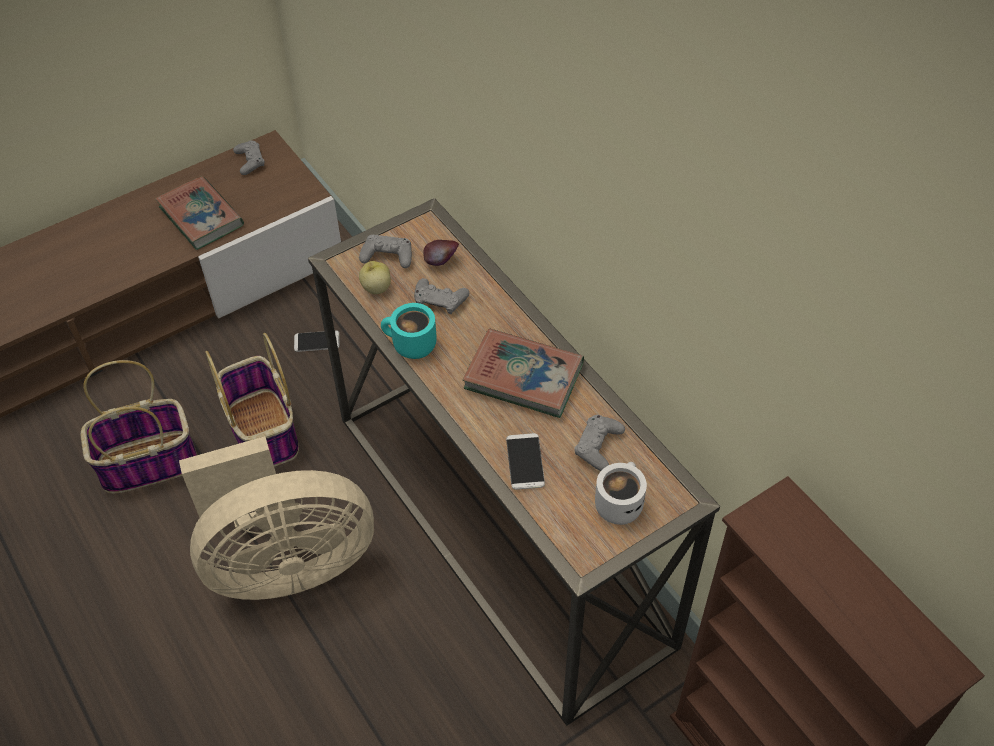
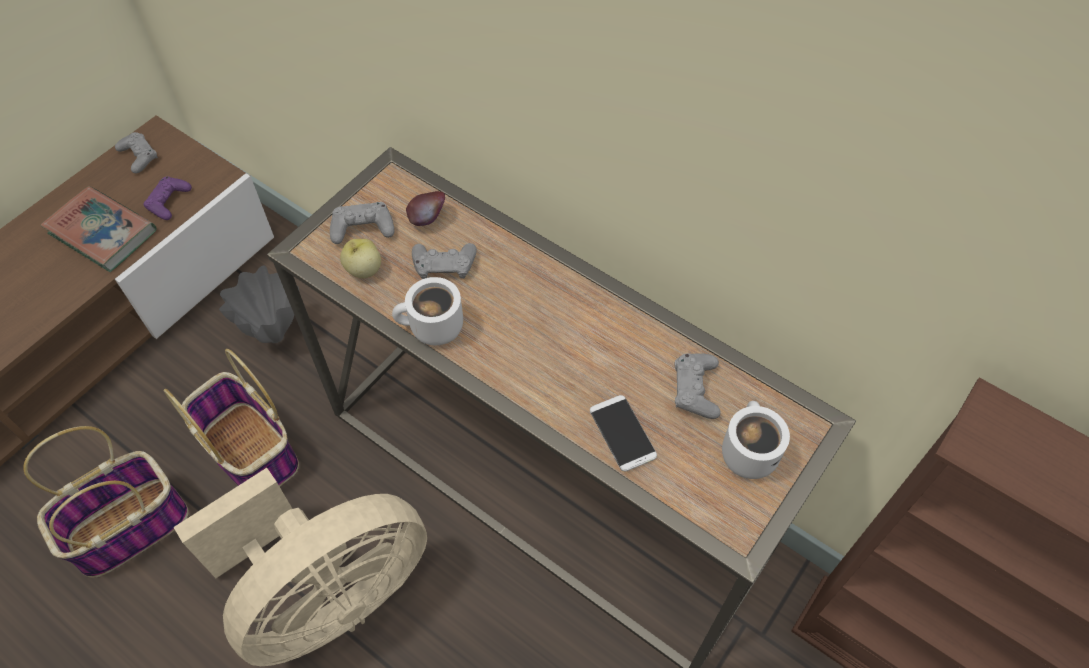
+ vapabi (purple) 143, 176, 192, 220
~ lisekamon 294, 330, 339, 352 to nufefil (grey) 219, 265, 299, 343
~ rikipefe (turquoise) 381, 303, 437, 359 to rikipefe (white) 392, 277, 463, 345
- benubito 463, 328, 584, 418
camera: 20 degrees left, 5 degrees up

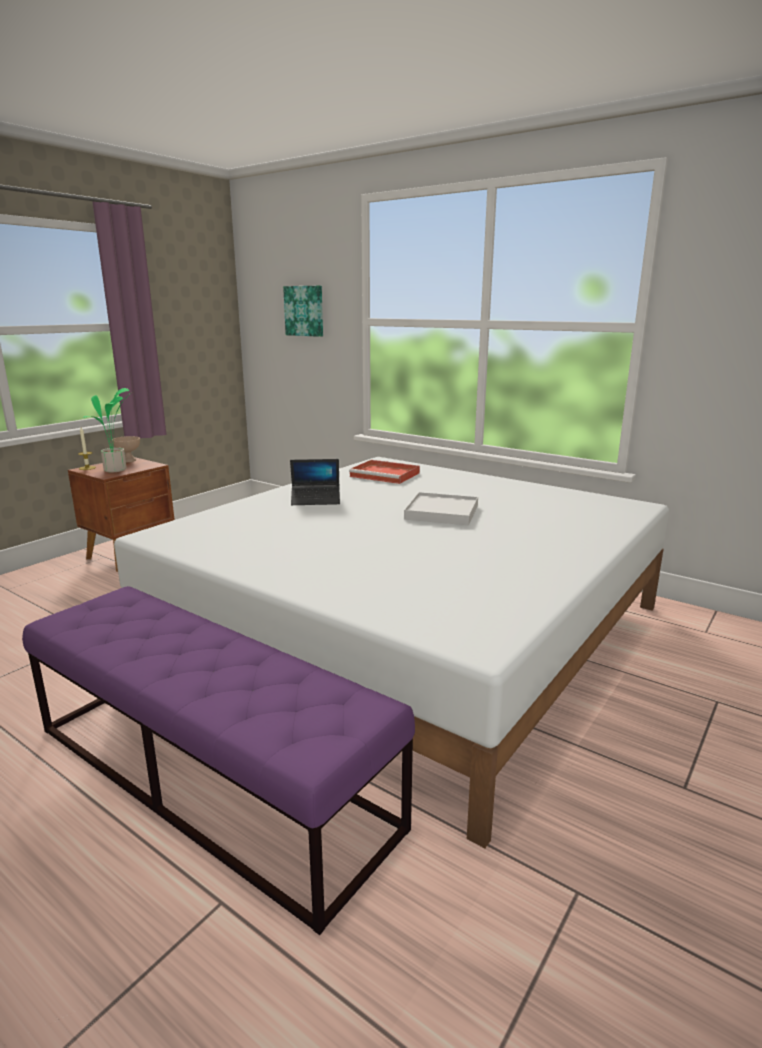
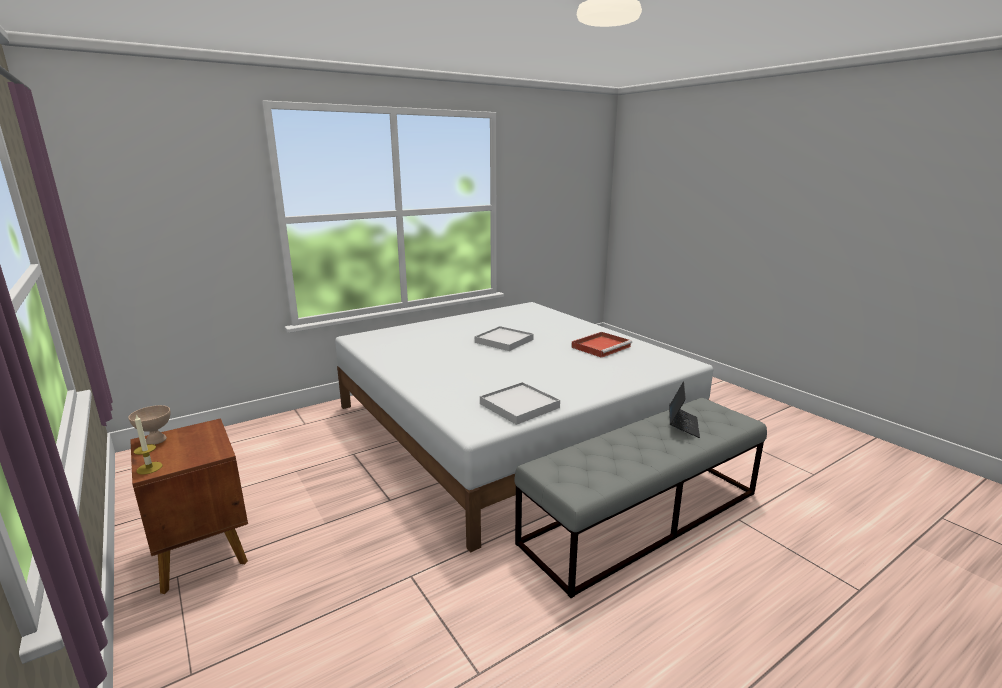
+ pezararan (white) 480, 382, 560, 425
~ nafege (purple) 22, 586, 415, 935 to nafege (grey) 514, 398, 767, 598
~ pezararan (red) 349, 460, 420, 484 to 571, 332, 632, 358
~ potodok 290, 459, 340, 505 to 669, 381, 700, 438
- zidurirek 83, 388, 132, 472
- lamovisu 283, 286, 323, 337
camera: 70 degrees left, 0 degrees up

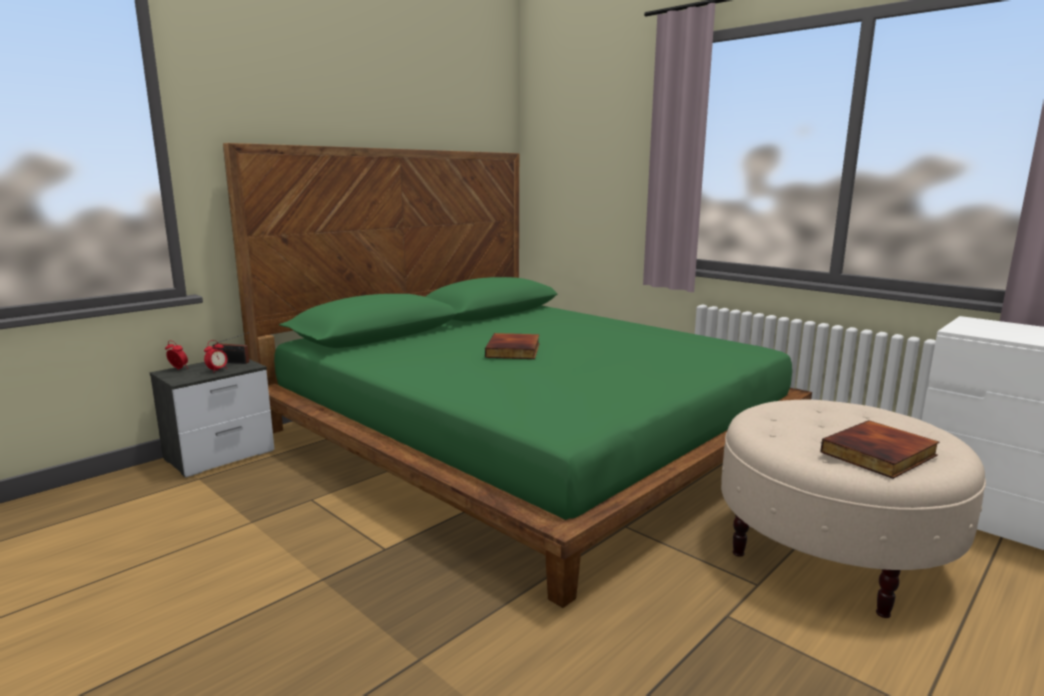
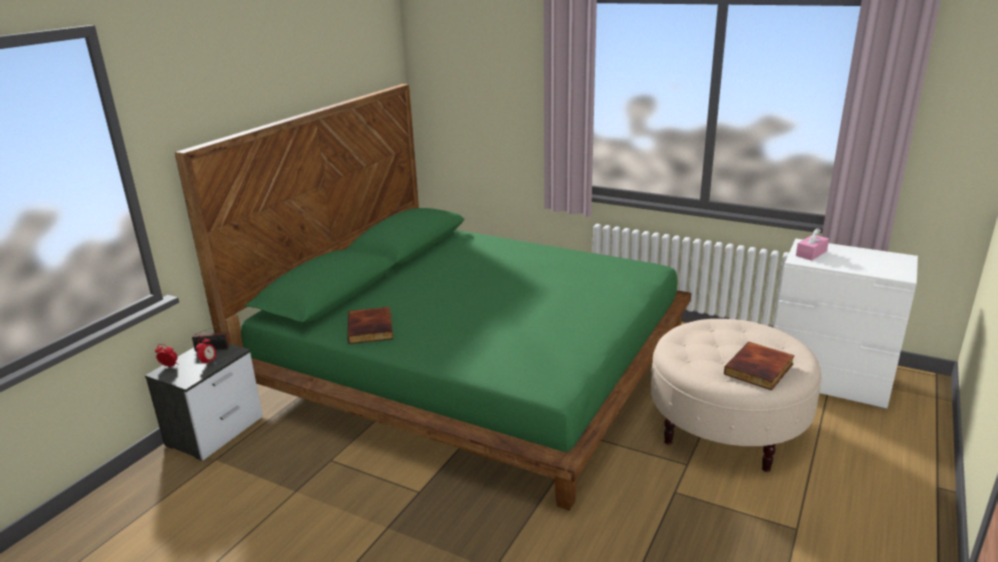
~ benubito 485, 333, 540, 359 to 347, 307, 393, 344
+ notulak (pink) 796, 228, 829, 260
camera: 15 degrees left, 10 degrees up

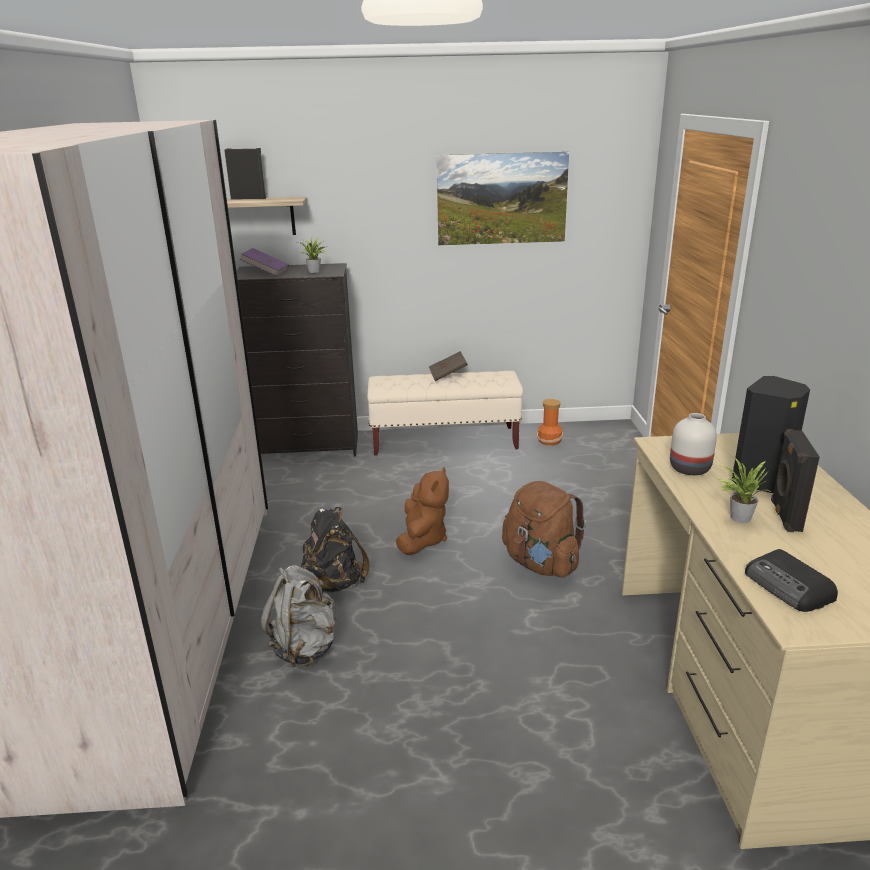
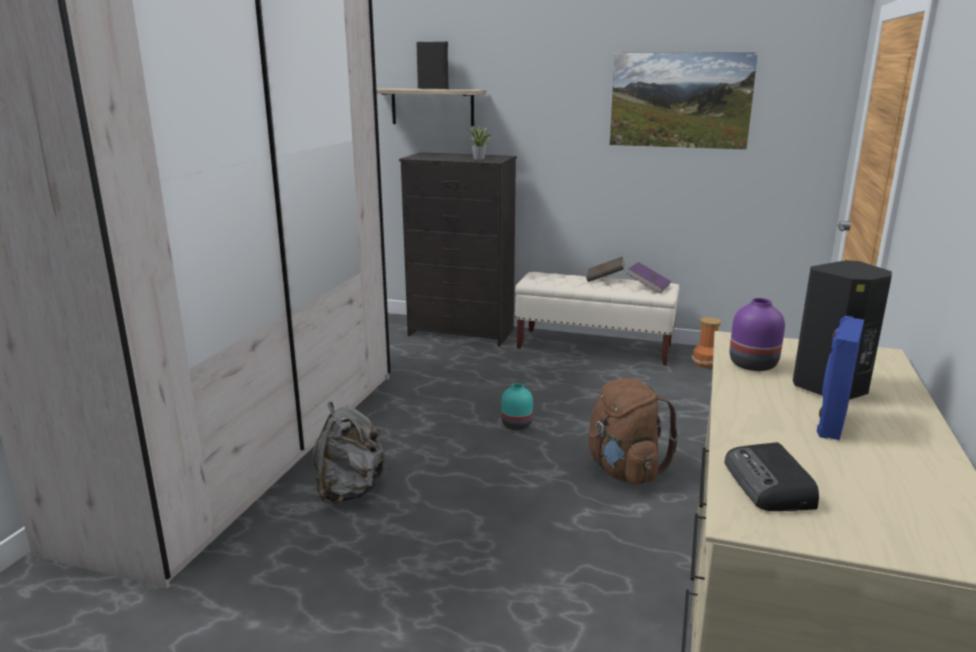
~ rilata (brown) 396, 467, 449, 555 to nufefil (turquoise) 501, 383, 533, 430
~ benubito (purple) 240, 248, 289, 276 to 626, 262, 671, 294
~ nufefil (white) 670, 413, 717, 475 to nufefil (purple) 730, 298, 785, 371
~ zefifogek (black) 771, 429, 820, 532 to zefifogek (blue) 817, 316, 864, 440
- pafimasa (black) 301, 507, 370, 593
- zidurirek 718, 457, 771, 523
camera: 20 degrees right, 5 degrees down

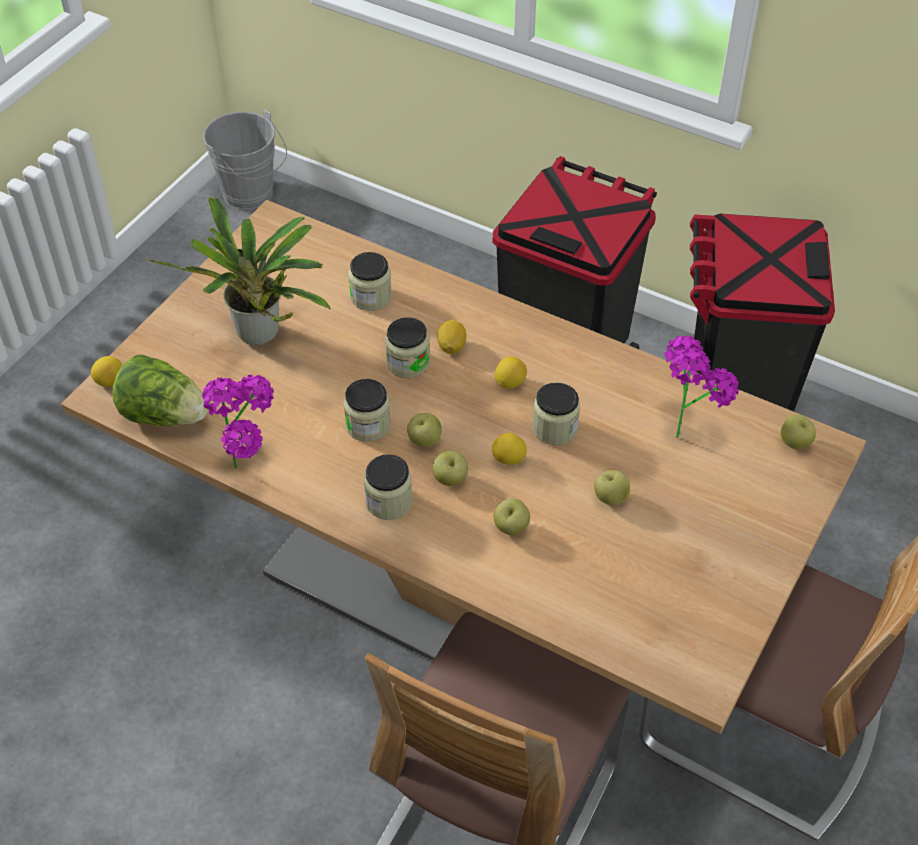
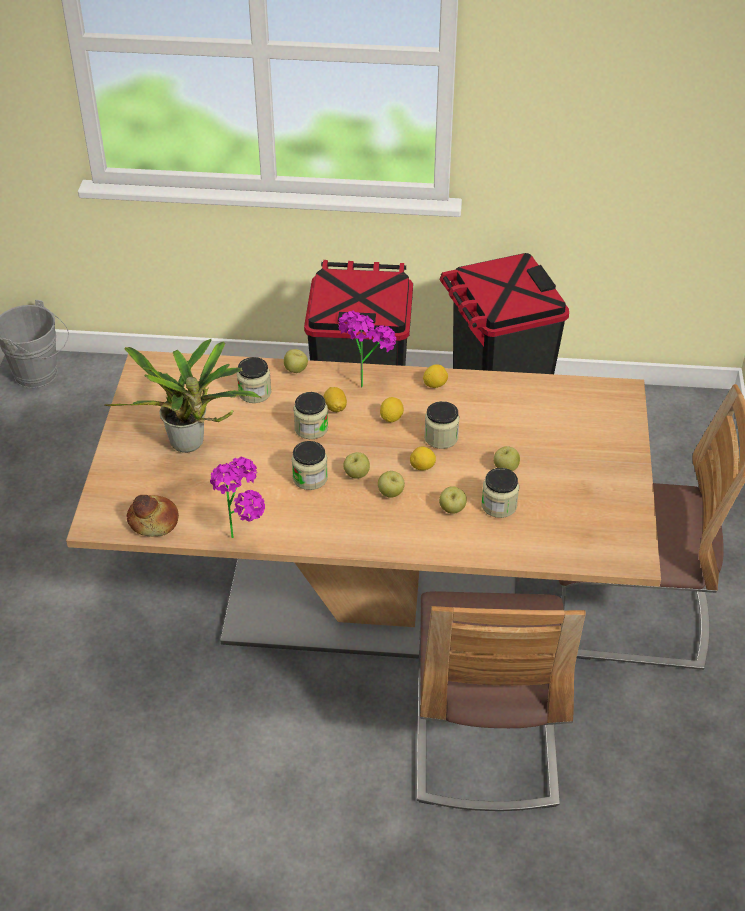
~ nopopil 112, 354, 209, 426 to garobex 127, 495, 179, 537
~ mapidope 781, 415, 816, 449 to 284, 349, 308, 373
~ zidurirek 665, 336, 739, 438 to 338, 311, 397, 387
~ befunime 91, 356, 122, 387 to 423, 364, 448, 388
~ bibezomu 364, 454, 413, 520 to 481, 468, 519, 518
camera: 25 degrees left, 5 degrees down

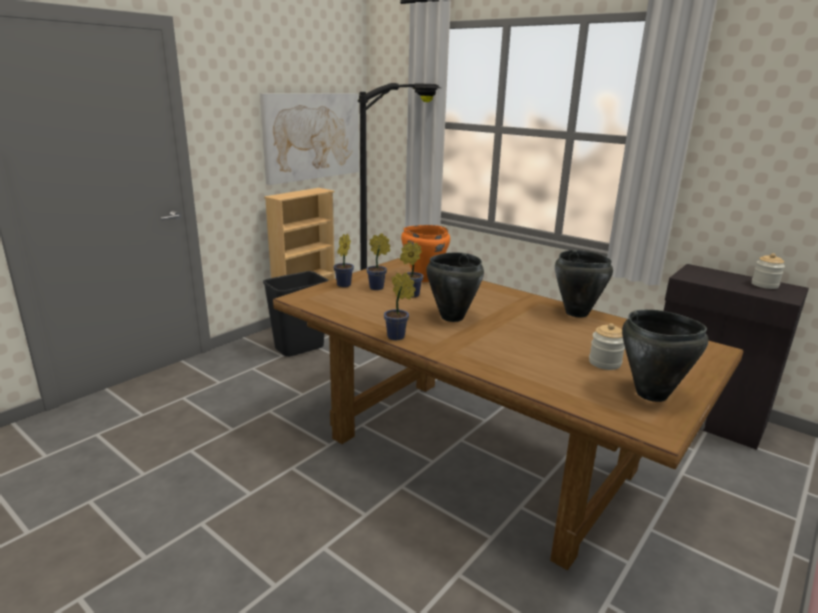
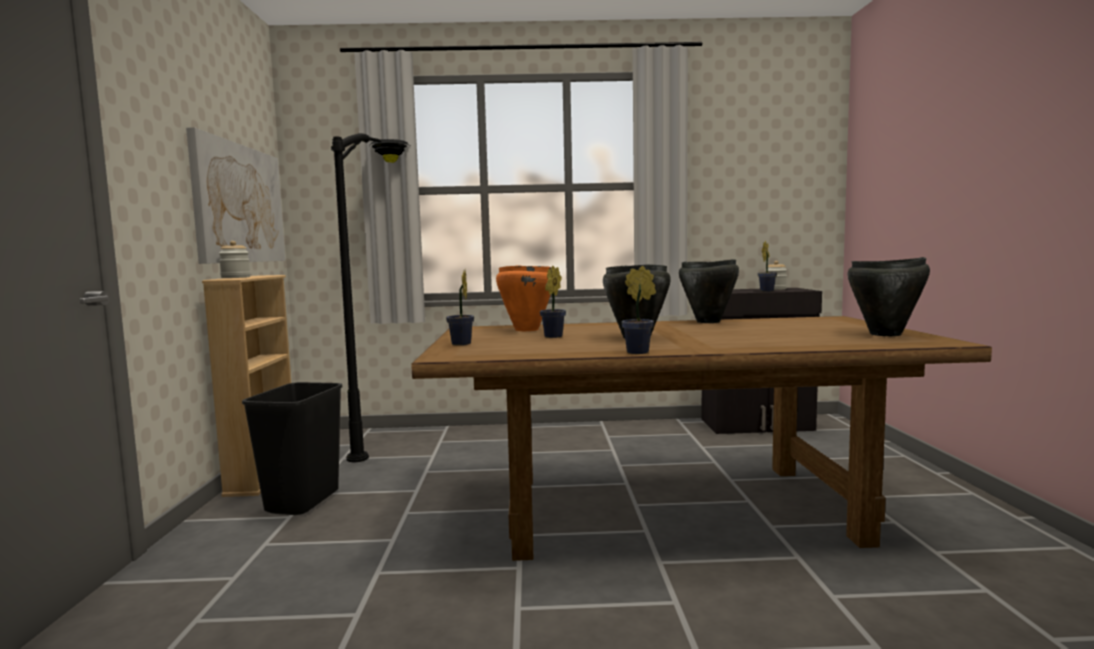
~ bibezomu 589, 323, 625, 370 to 219, 241, 251, 278
~ zidurirek 366, 233, 390, 290 to 758, 241, 777, 292
camera: 40 degrees left, 15 degrees down

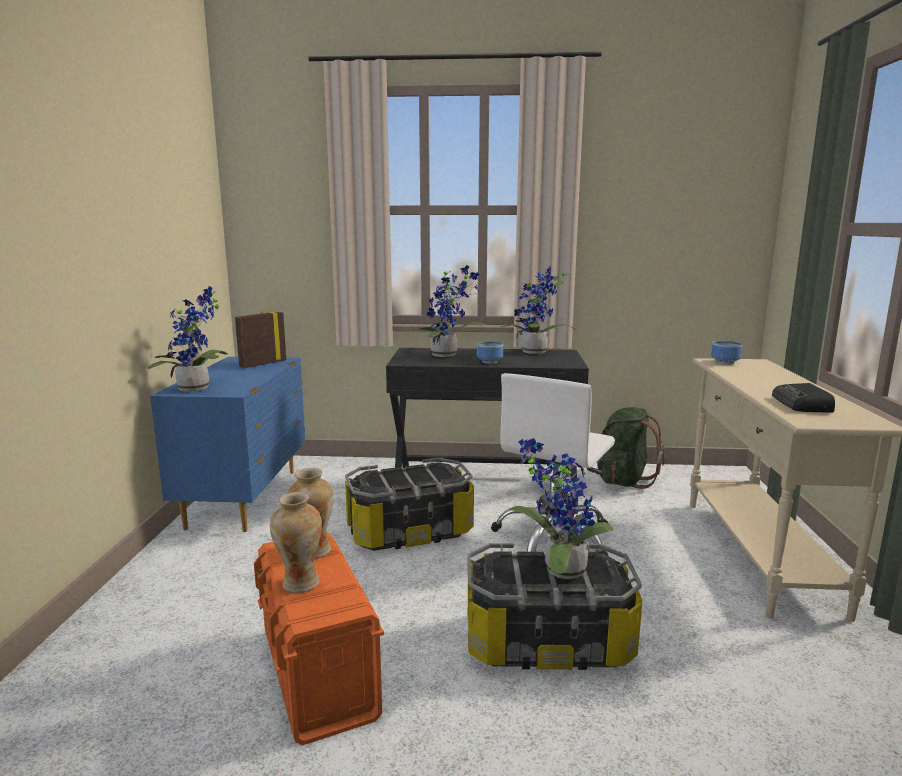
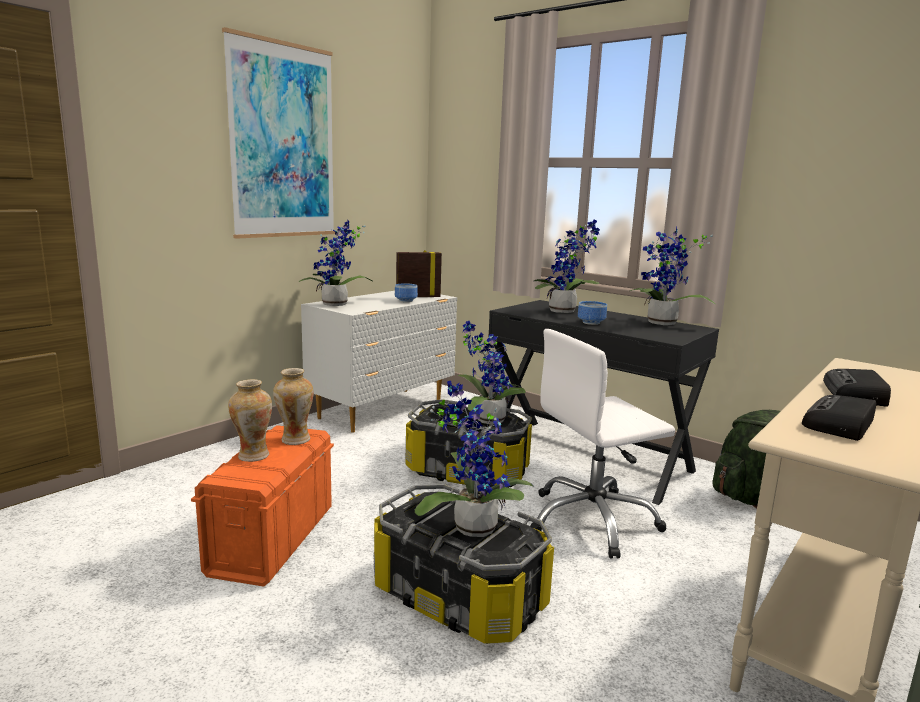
+ lamovisu 222, 27, 335, 239
~ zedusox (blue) 150, 357, 306, 532 to zedusox (white) 301, 291, 457, 433
~ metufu 711, 341, 742, 364 to 395, 283, 418, 302
+ zidurirek 457, 321, 526, 424
+ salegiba 823, 369, 891, 407
camera: 35 degrees right, 0 degrees up

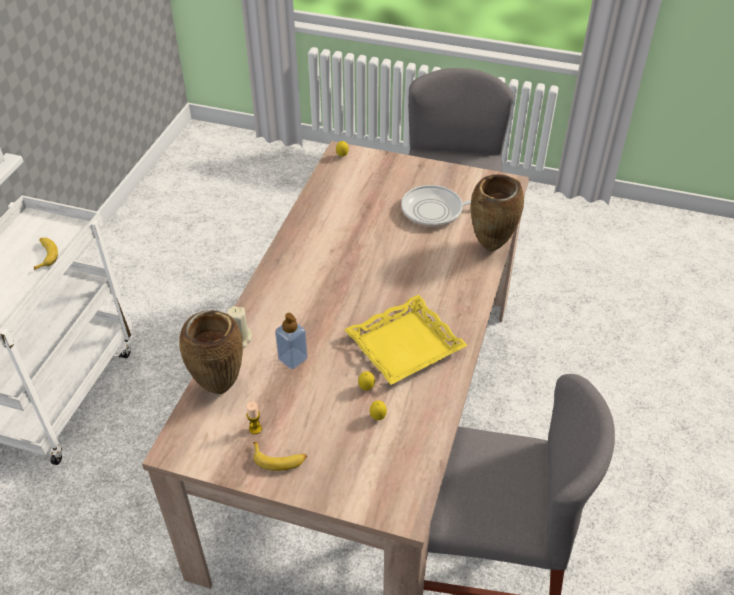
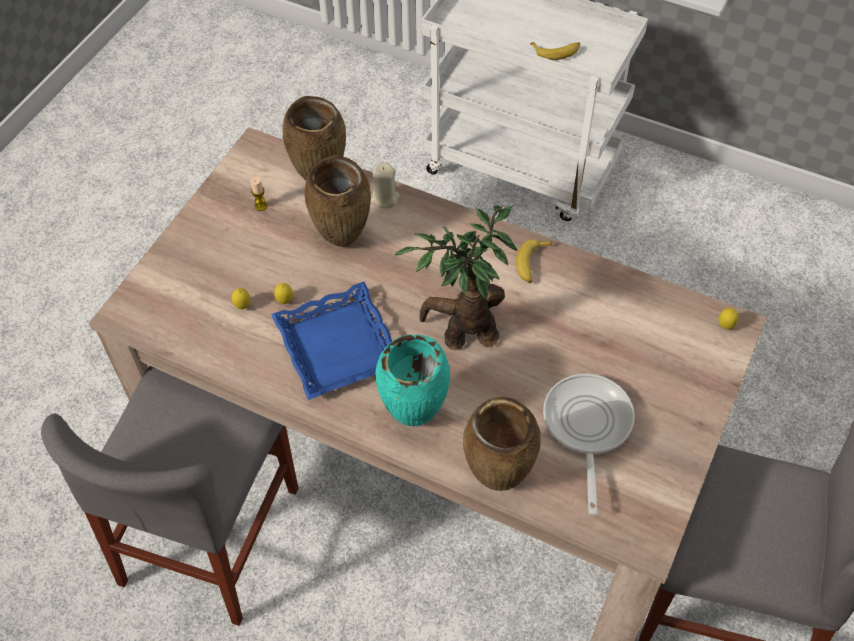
~ pezararan (yellow) 344, 295, 468, 385 to pezararan (blue) 271, 282, 392, 400
~ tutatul 275, 313, 308, 369 to nufefil (brown) 304, 155, 371, 247
+ nufefil (turquoise) 375, 334, 450, 426
+ zidurirek 395, 205, 517, 350
~ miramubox 253, 442, 307, 471 to 516, 239, 552, 283
camera: 100 degrees right, 10 degrees up

